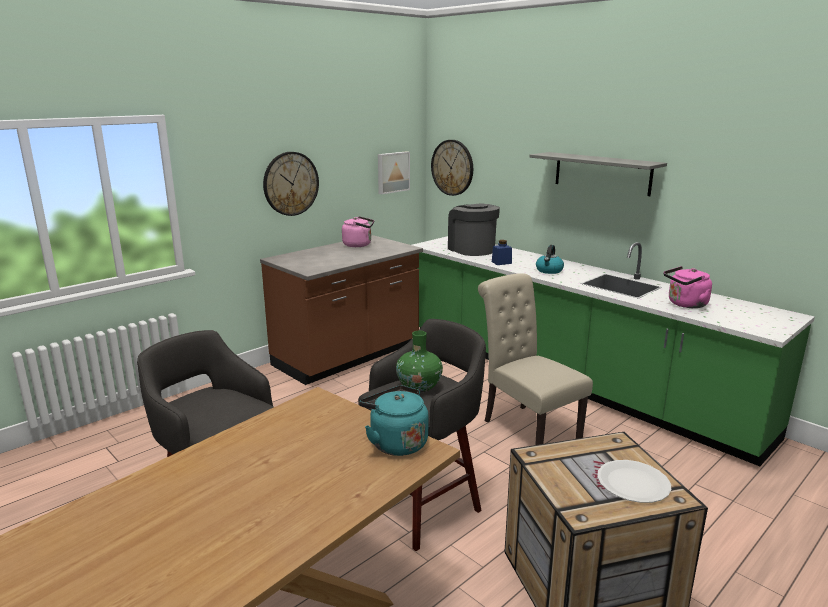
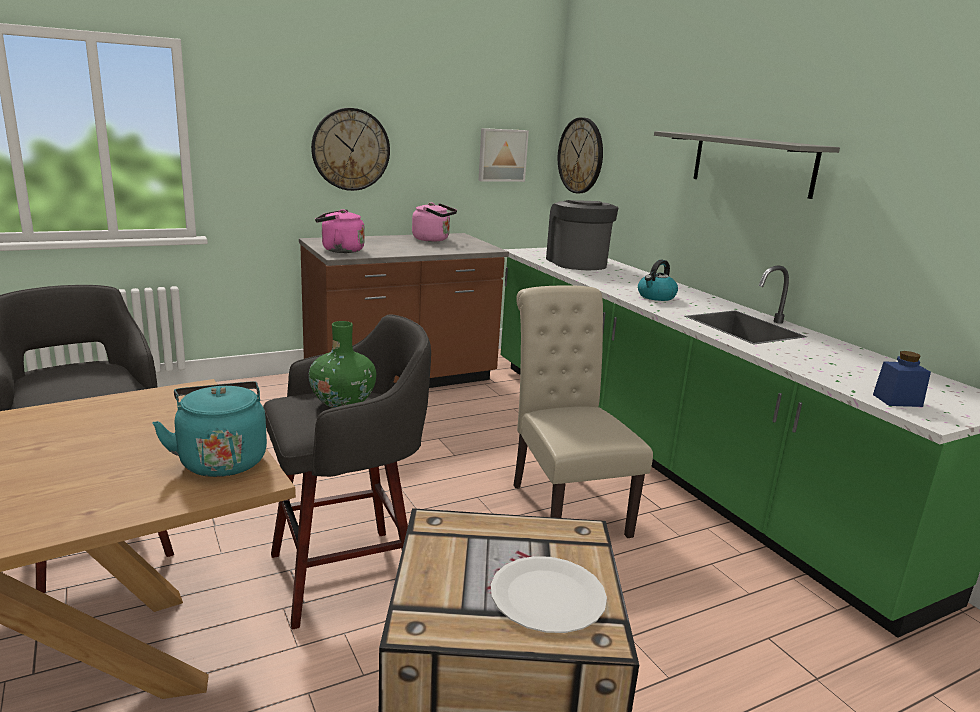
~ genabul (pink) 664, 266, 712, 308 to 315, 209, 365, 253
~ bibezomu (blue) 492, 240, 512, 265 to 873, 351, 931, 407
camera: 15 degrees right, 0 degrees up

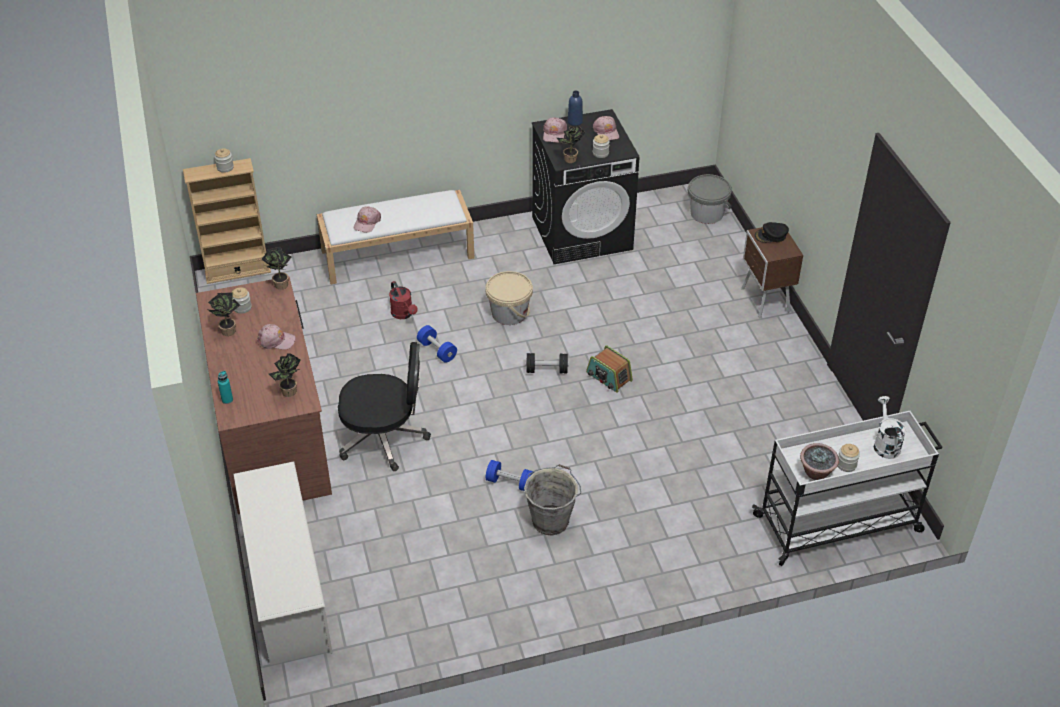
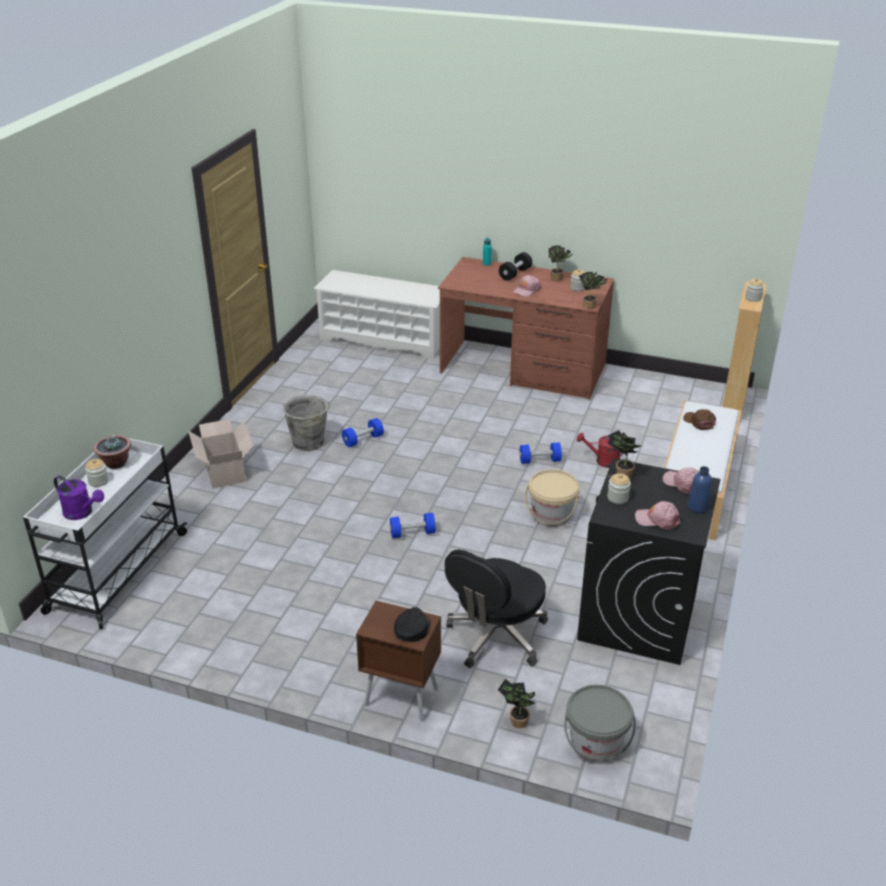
~ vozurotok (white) 874, 396, 906, 459 to vozurotok (purple) 54, 476, 104, 520
+ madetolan 188, 419, 253, 488
~ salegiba 586, 345, 633, 392 to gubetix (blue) 390, 513, 436, 538
~ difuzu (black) 338, 342, 431, 471 to 445, 550, 548, 668
~ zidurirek 269, 353, 301, 397 to 498, 679, 536, 728
~ gubetix (black) 526, 353, 569, 373 to 499, 252, 532, 281
~ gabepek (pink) 354, 206, 381, 233 to gabepek (brown) 683, 409, 716, 430
camera: 125 degrees right, 10 degrees down

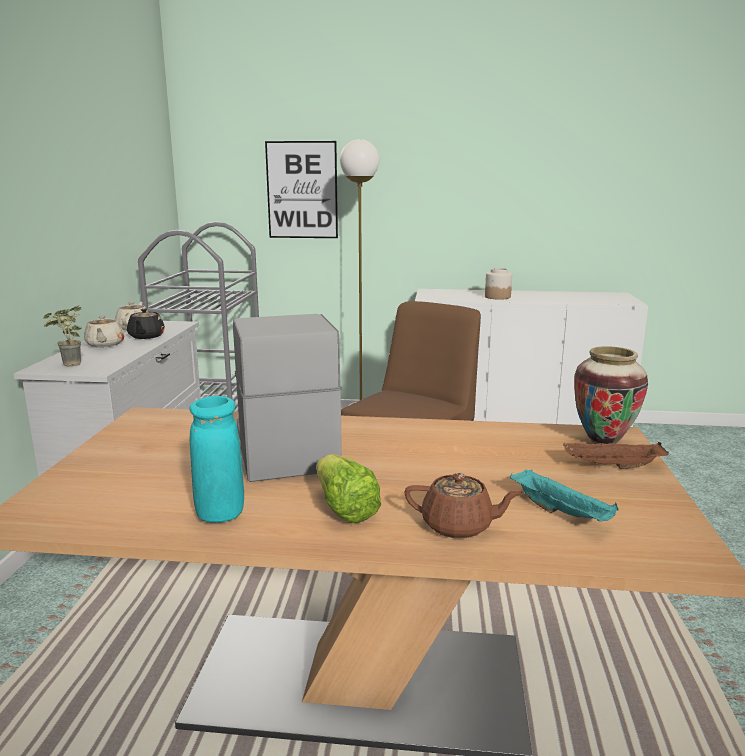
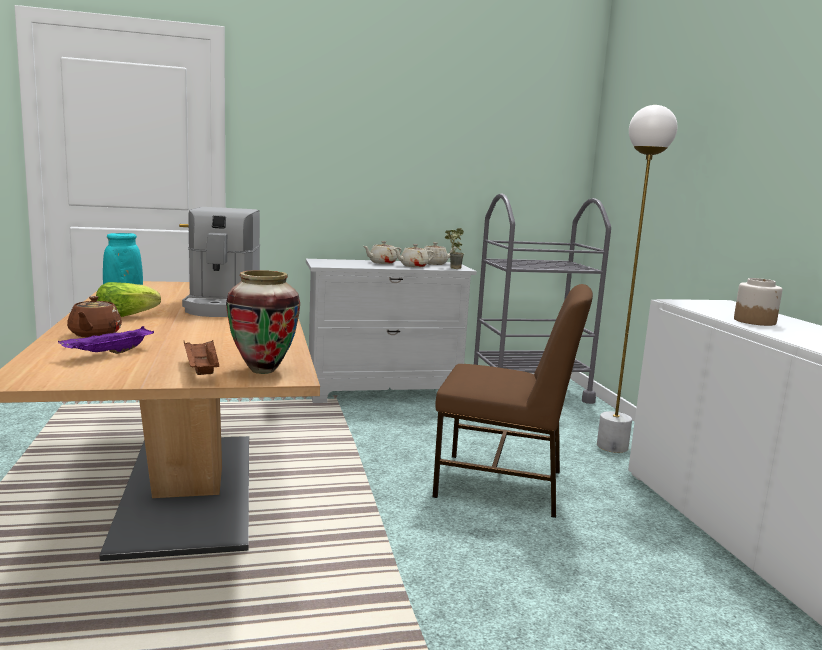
~ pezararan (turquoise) 510, 469, 618, 522 to pezararan (purple) 58, 326, 154, 354
~ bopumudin 233, 314, 342, 482 = 182, 207, 260, 317 120 degrees clockwise
~ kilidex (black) 127, 308, 165, 339 to kilidex (beige) 394, 244, 435, 267
~ zidurirek 44, 305, 82, 367 to 445, 228, 464, 269
- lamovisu 265, 141, 338, 238
camera: 70 degrees right, 5 degrees down

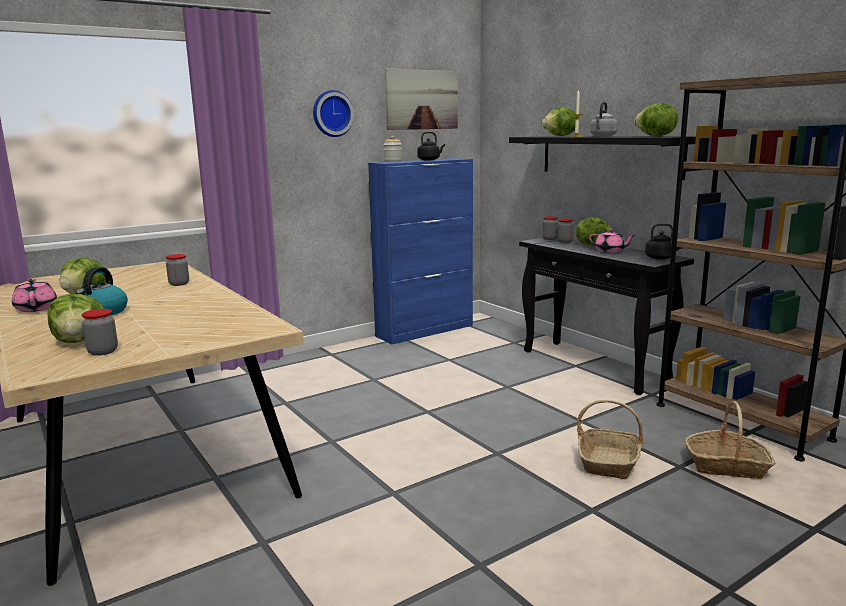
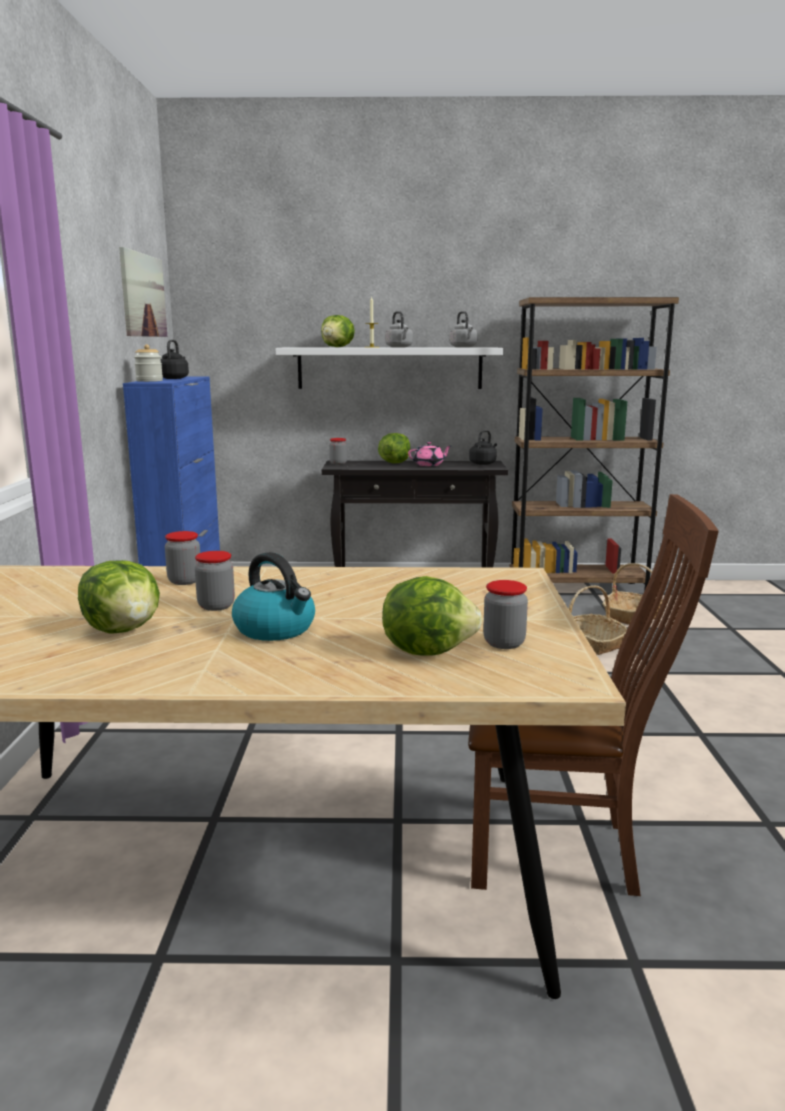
~ bibezomu 557, 218, 574, 243 to 195, 551, 235, 611
~ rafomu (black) 509, 136, 696, 180 to rafomu (white) 276, 348, 503, 389
~ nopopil 634, 103, 678, 136 to genabul (grey) 450, 311, 477, 347
+ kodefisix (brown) 468, 494, 719, 896
- kilidex (pink) 12, 279, 57, 312
- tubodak 313, 90, 354, 137
camera: 55 degrees left, 0 degrees up

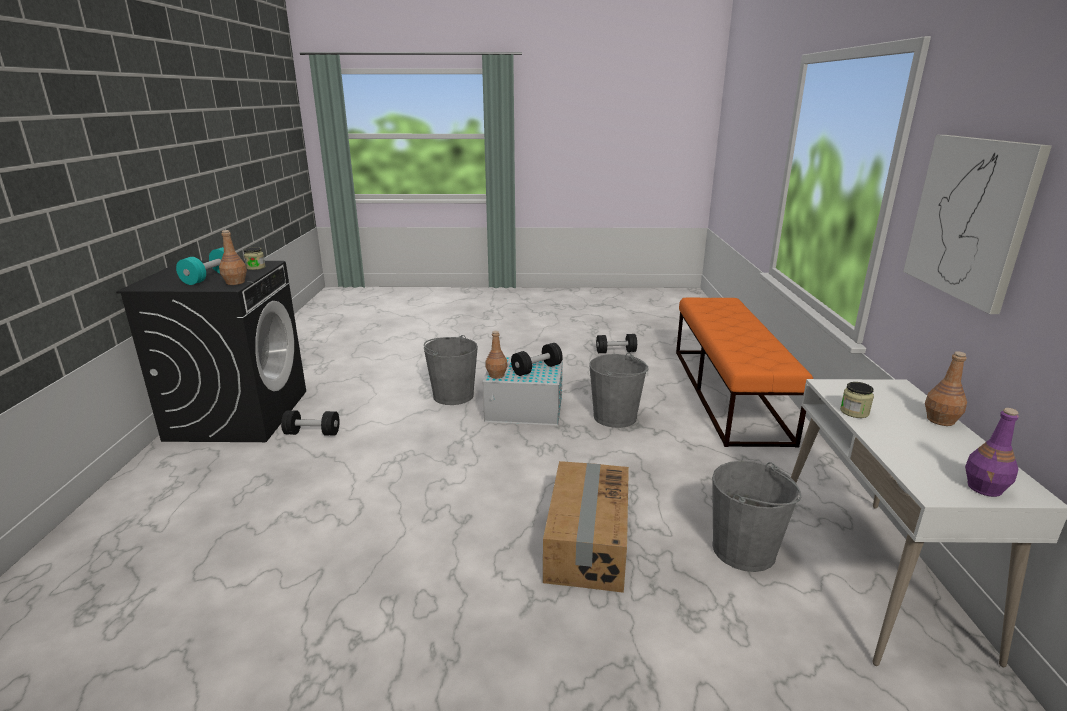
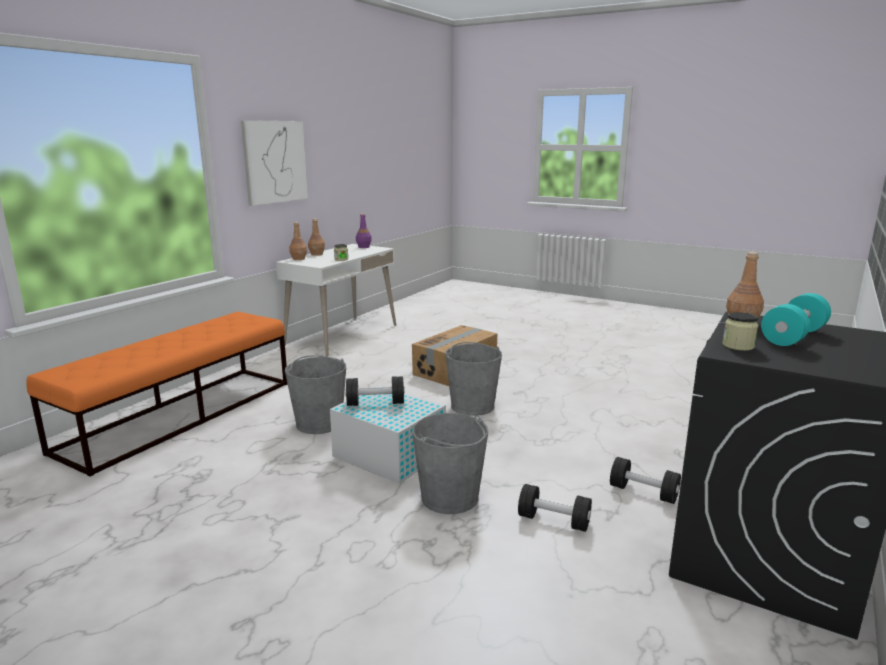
~ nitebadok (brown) 485, 331, 508, 378 to 289, 222, 307, 260
~ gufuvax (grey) 712, 461, 802, 572 to 445, 342, 502, 416
~ gubetix (black) 596, 334, 637, 353 to 518, 484, 592, 532
camera: 150 degrees left, 5 degrees down

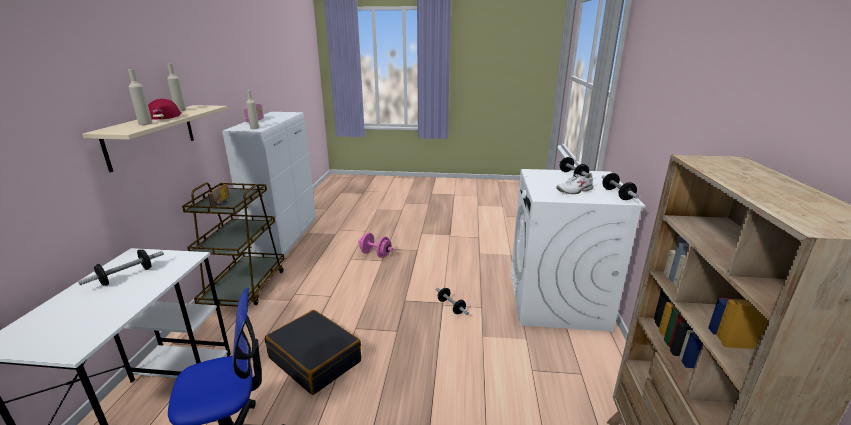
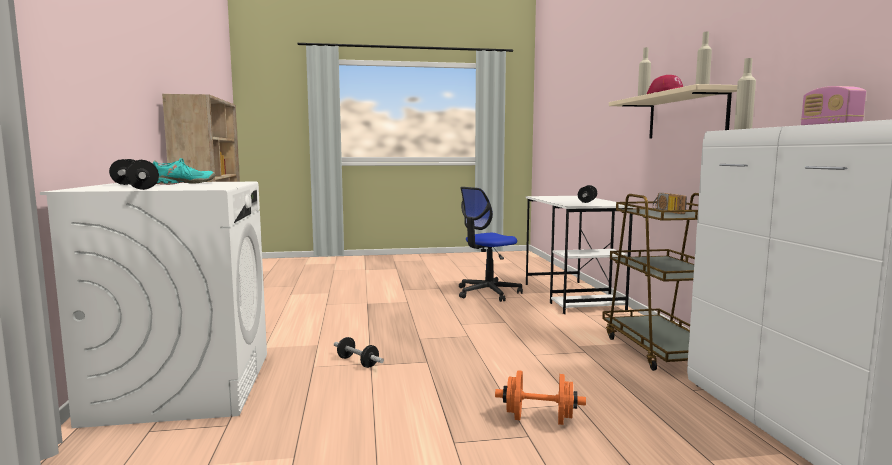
~ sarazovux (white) 556, 173, 594, 194 to sarazovux (turquoise) 153, 158, 215, 185
~ gubetix (pink) 358, 233, 393, 258 to gubetix (orange) 495, 370, 586, 425
- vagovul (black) 265, 310, 361, 395
camera: 165 degrees right, 15 degrees down

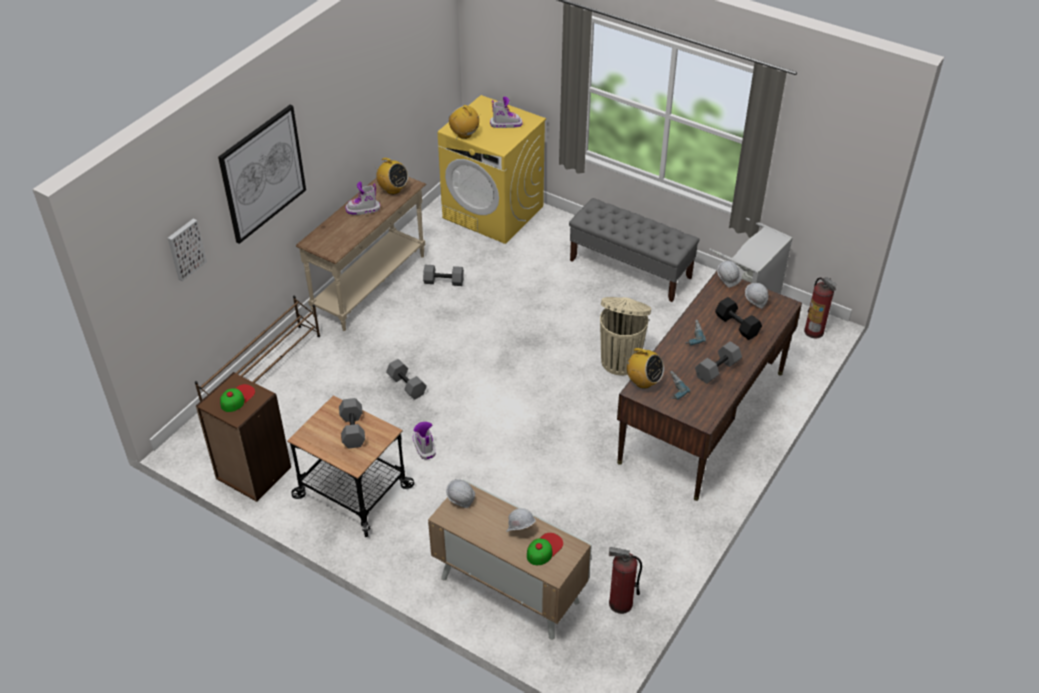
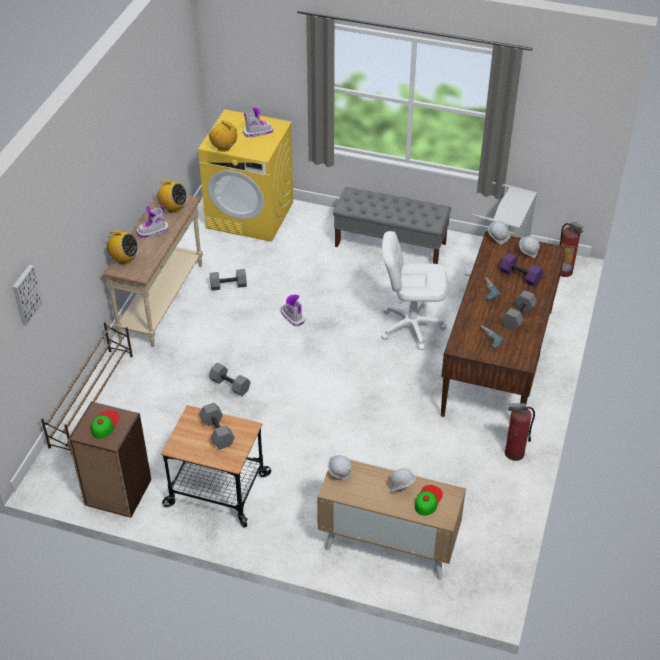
~ salegiba 624, 348, 664, 389 to 105, 231, 139, 265
~ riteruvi 413, 422, 436, 460 to 281, 295, 305, 326
~ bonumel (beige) 600, 297, 651, 375 to difuzu (white) 381, 231, 448, 350
~ gubetix (black) 715, 297, 762, 340 to gubetix (purple) 500, 253, 543, 287
~ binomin 609, 547, 642, 614 to 505, 403, 535, 461
- lamovisu 218, 105, 306, 244
camera: 15 degrees left, 0 degrees up

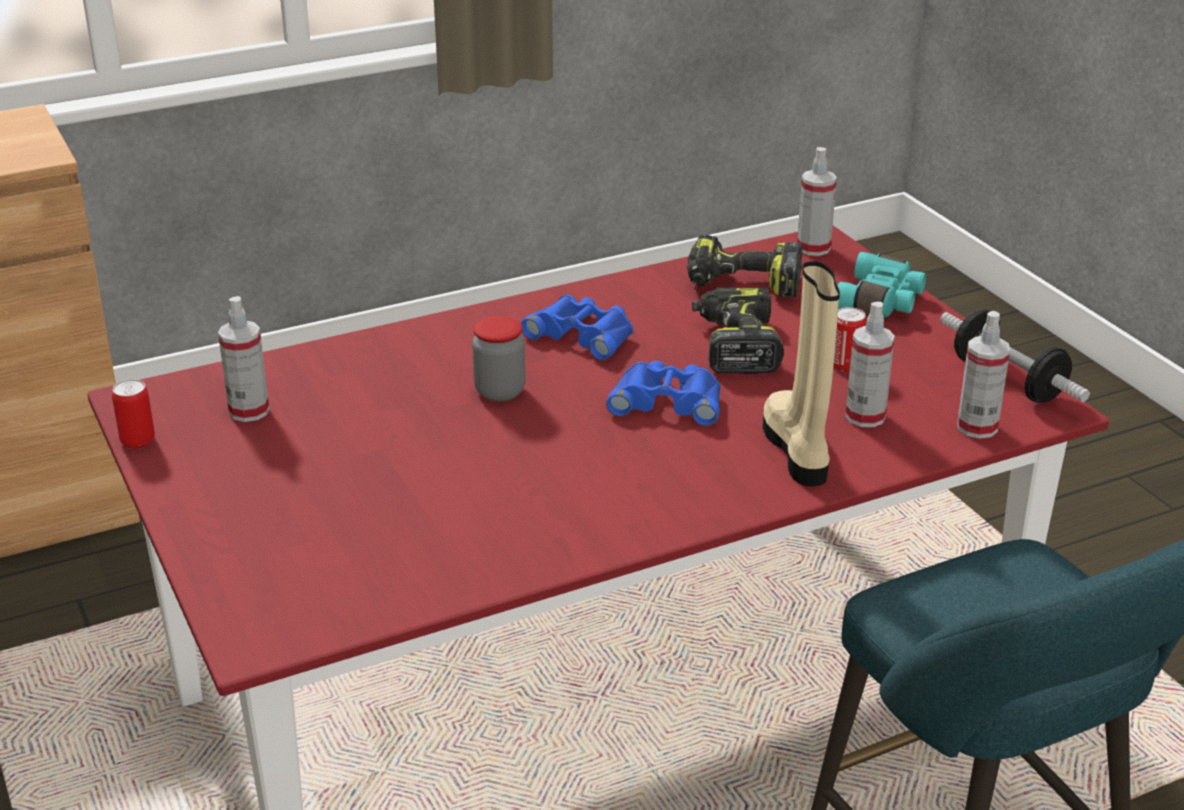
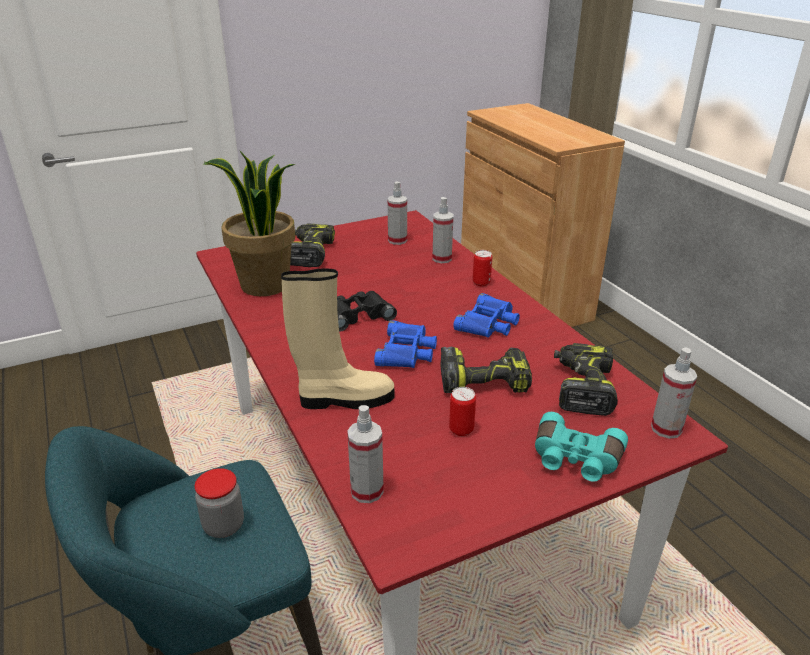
~ bibezomu 472, 316, 526, 401 to 195, 468, 244, 538
+ zidurirek 204, 150, 295, 296
+ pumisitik 290, 224, 335, 267
+ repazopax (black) 337, 291, 397, 332
~ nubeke 845, 302, 895, 427 to 432, 197, 453, 263
~ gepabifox 112, 380, 155, 449 to 473, 250, 492, 286
- gubetix 940, 309, 1090, 403
camera: 90 degrees right, 0 degrees up

